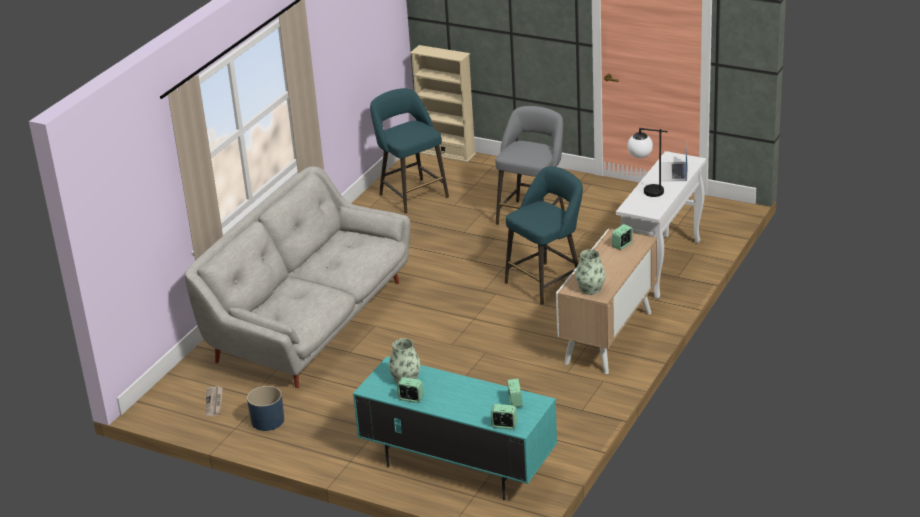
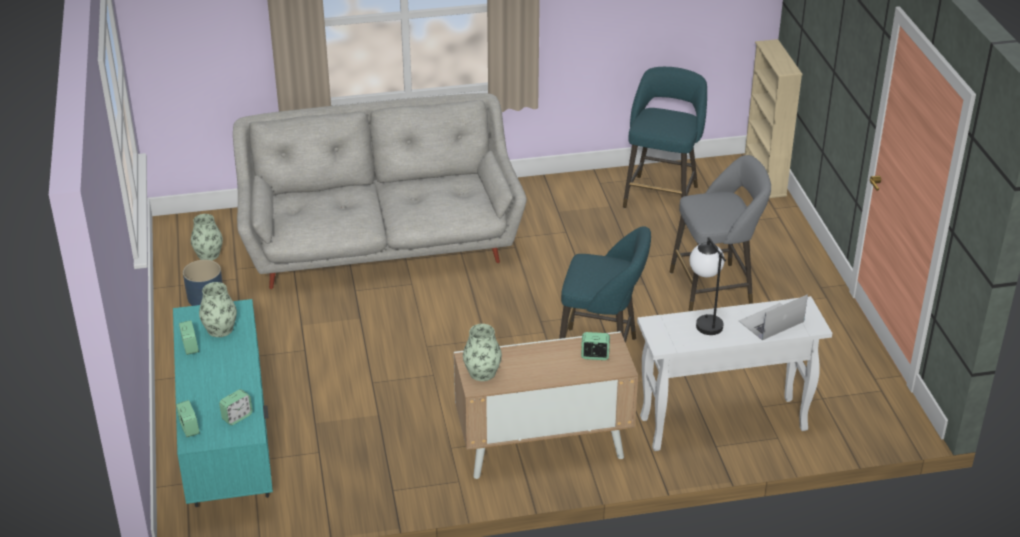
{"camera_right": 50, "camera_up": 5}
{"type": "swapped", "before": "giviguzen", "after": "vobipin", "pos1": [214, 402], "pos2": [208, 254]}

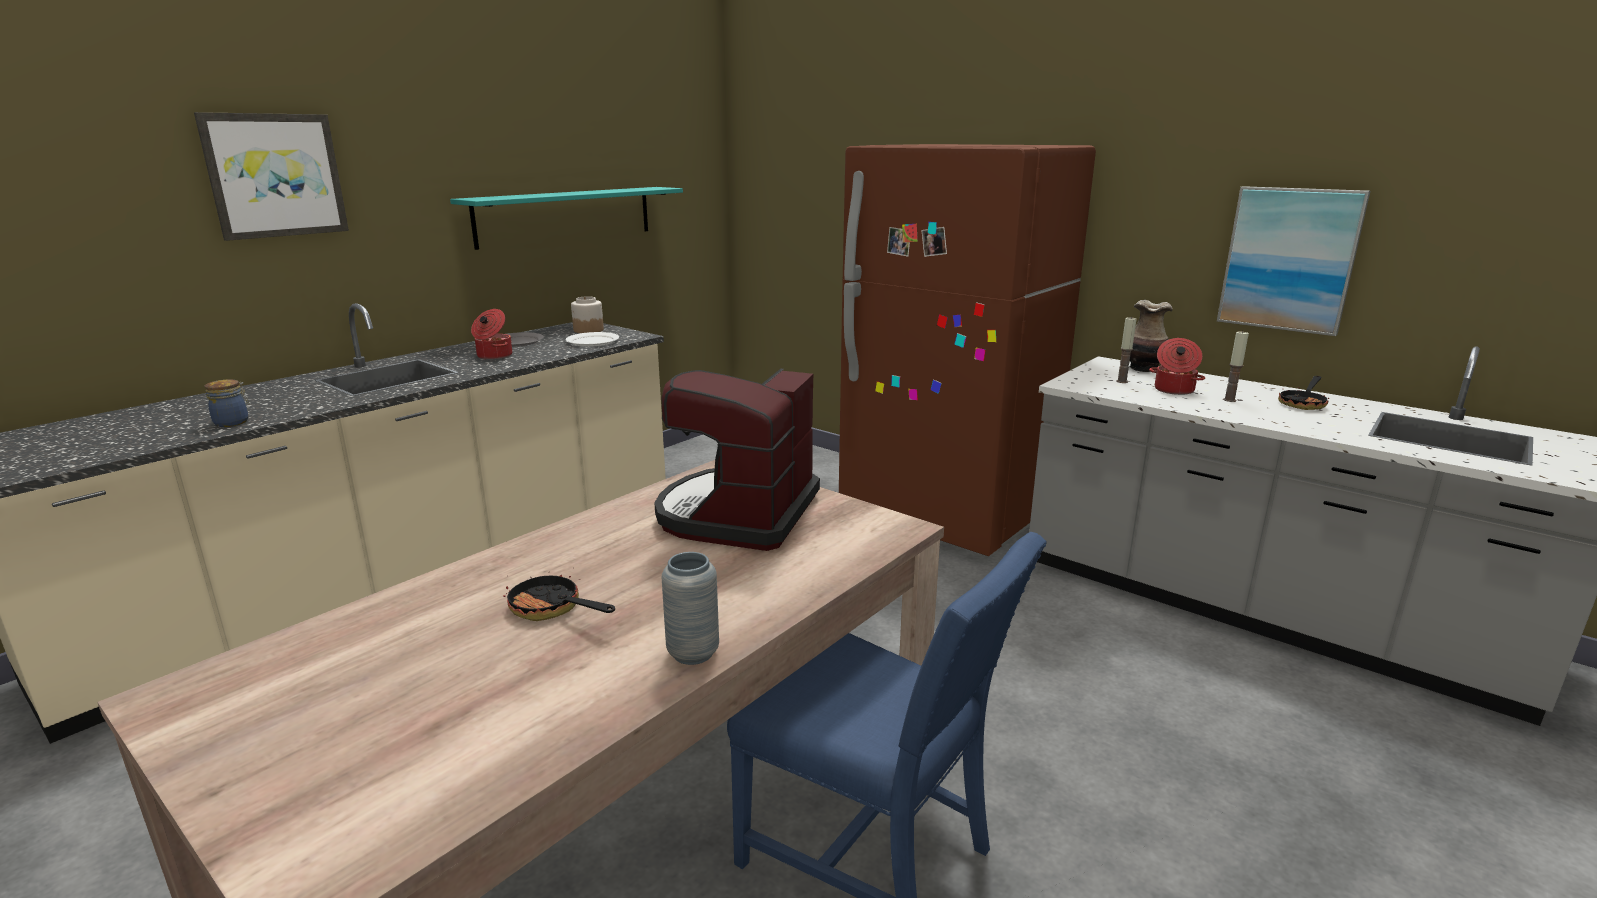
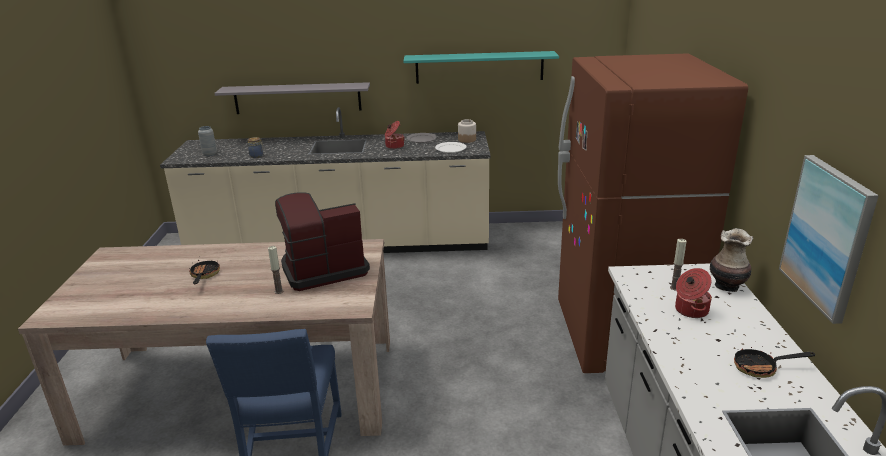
{"camera_right": 50, "camera_up": 5}
{"type": "gone", "before": "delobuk", "pos1": [275, 175]}
{"type": "shifted", "before": "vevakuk", "pos1": [1229, 400], "pos2": [279, 291]}
{"type": "shifted", "before": "grey_vobipin", "pos1": [693, 653], "pos2": [210, 154]}
{"type": "new", "after": "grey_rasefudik", "pos2": [297, 98]}

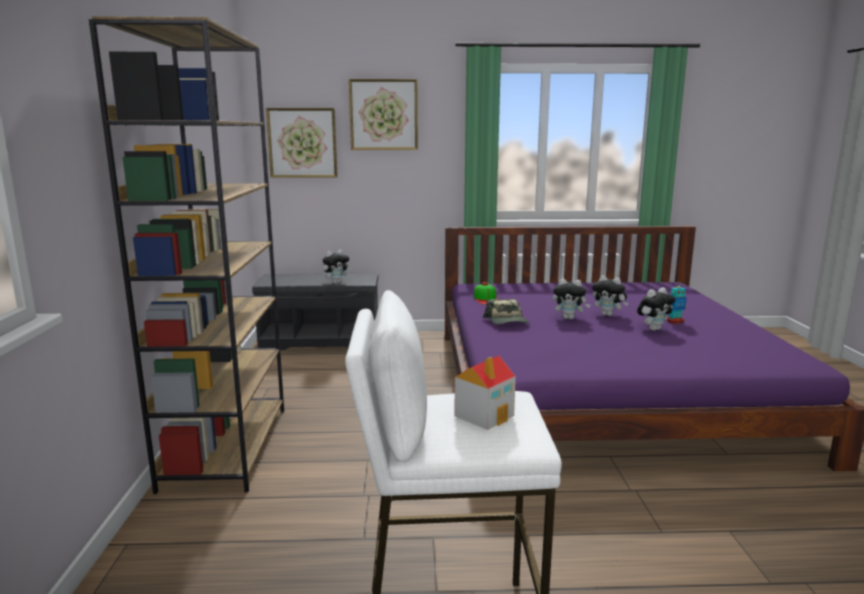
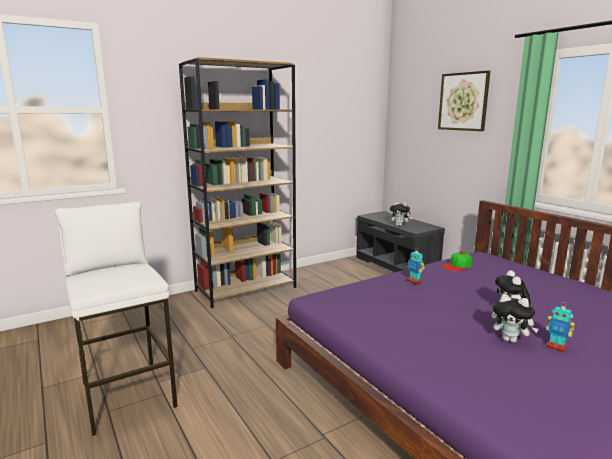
{"camera_right": 60, "camera_up": 0}
{"type": "gone", "before": "delobuk", "pos1": [302, 143]}
{"type": "gone", "before": "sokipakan", "pos1": [569, 318]}
{"type": "swapped", "before": "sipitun", "after": "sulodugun", "pos1": [507, 321], "pos2": [414, 281]}
{"type": "gone", "before": "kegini", "pos1": [484, 415]}

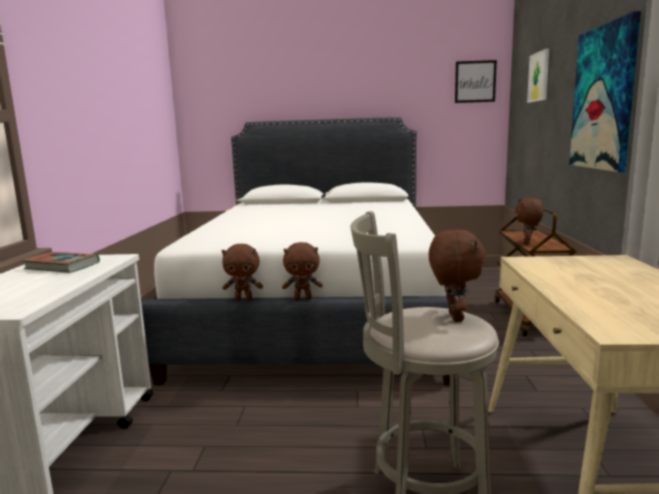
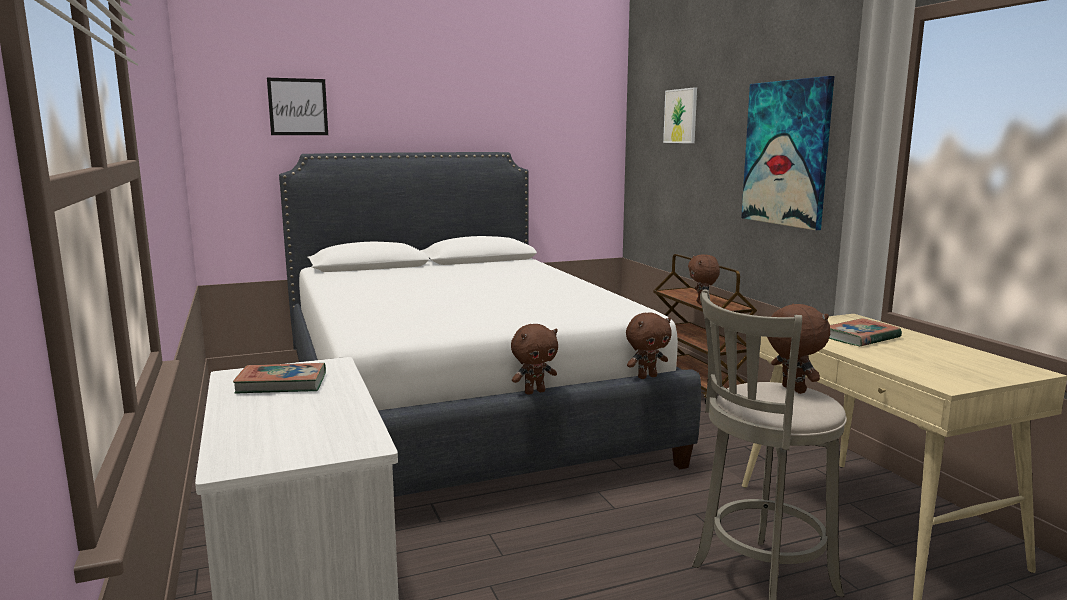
{"camera_right": -25, "camera_up": 0}
{"type": "shifted", "before": "delobuk", "pos1": [475, 81], "pos2": [298, 107]}
{"type": "shifted", "before": "brown_sokipakan", "pos1": [244, 299], "pos2": [647, 377]}
{"type": "new", "after": "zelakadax", "pos2": [860, 337]}

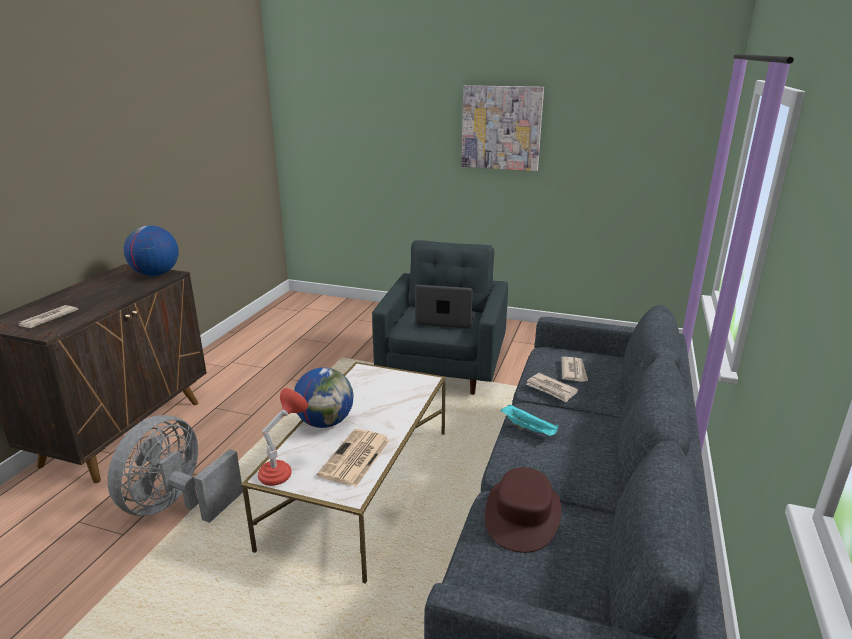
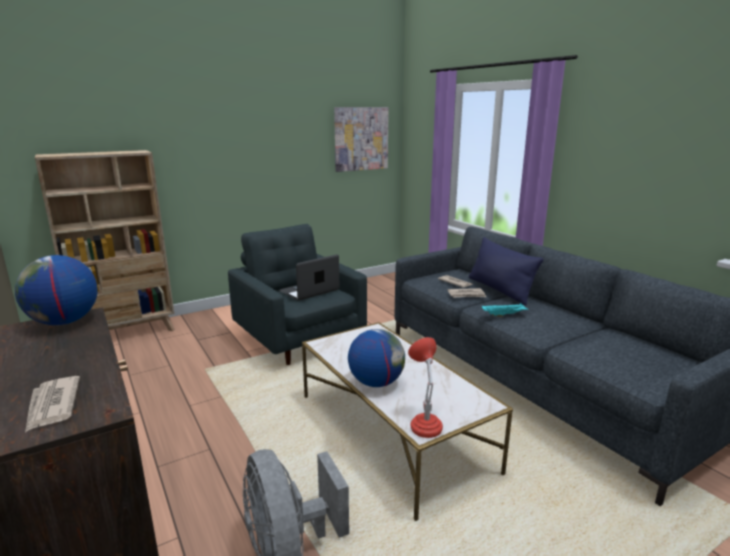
{"camera_right": -50, "camera_up": -5}
{"type": "shifted", "before": "delobuk", "pos1": [501, 128], "pos2": [361, 139]}
{"type": "gone", "before": "giviguzen", "pos1": [355, 458]}
{"type": "gone", "before": "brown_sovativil", "pos1": [523, 515]}
{"type": "new", "after": "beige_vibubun", "pos2": [127, 333]}
{"type": "new", "after": "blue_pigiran", "pos2": [499, 290]}

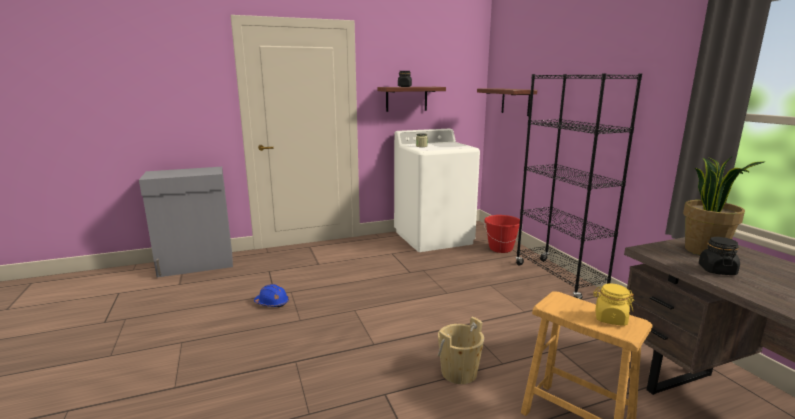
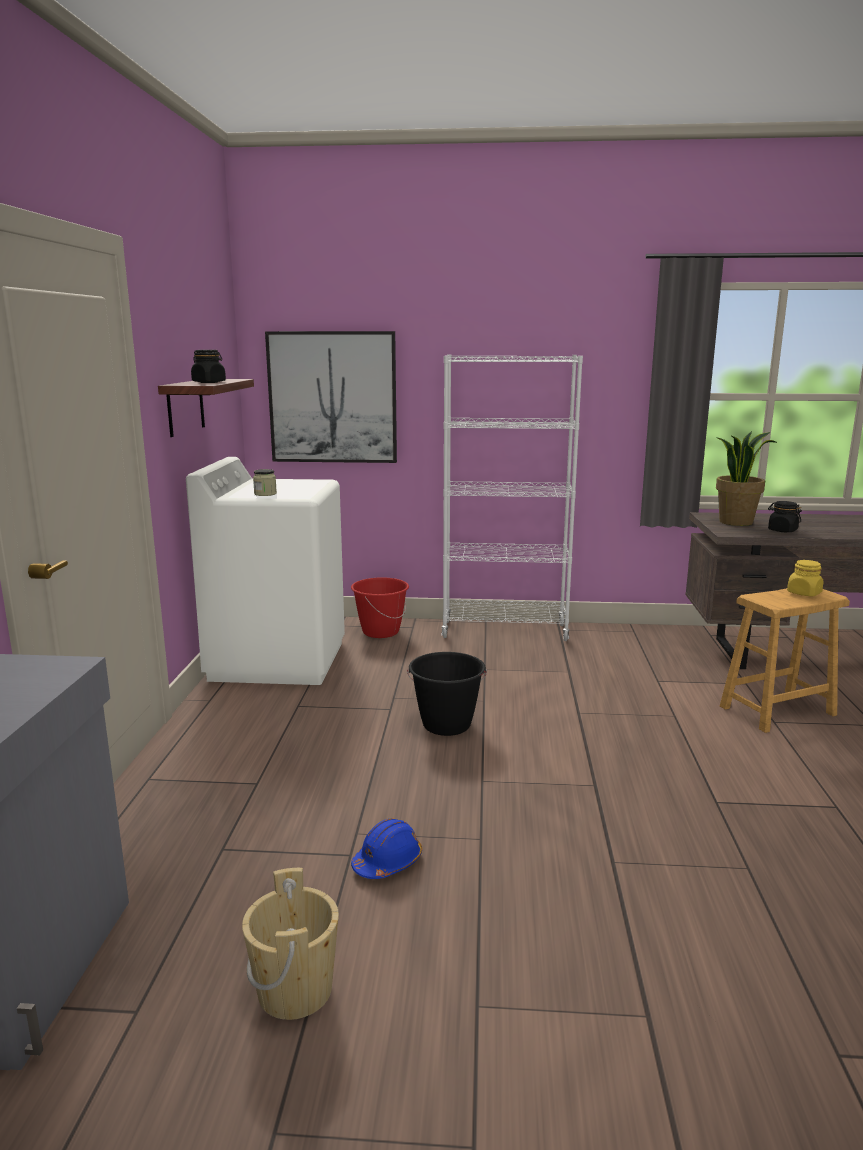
{"camera_right": -65, "camera_up": 0}
{"type": "repainted", "before": "black_vibubun", "after": "white_vibubun", "pos1": [559, 279], "pos2": [504, 631]}
{"type": "swapped", "before": "rasefudik", "after": "delobuk", "pos1": [515, 101], "pos2": [332, 397]}
{"type": "shifted", "before": "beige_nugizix", "pos1": [459, 372], "pos2": [295, 990]}
{"type": "new", "after": "black_nugizix", "pos2": [446, 725]}

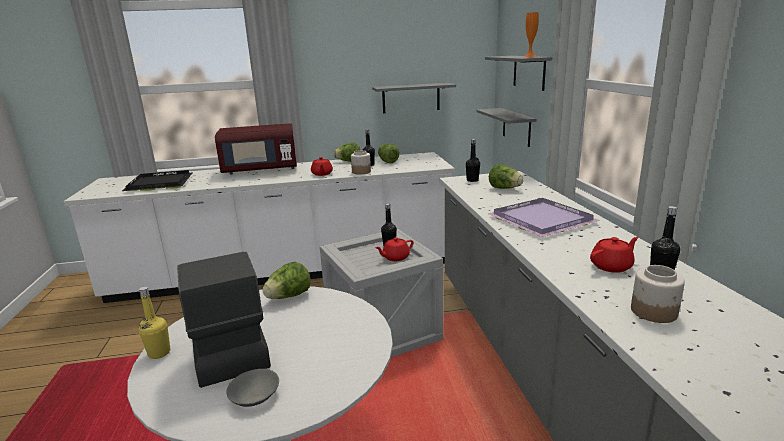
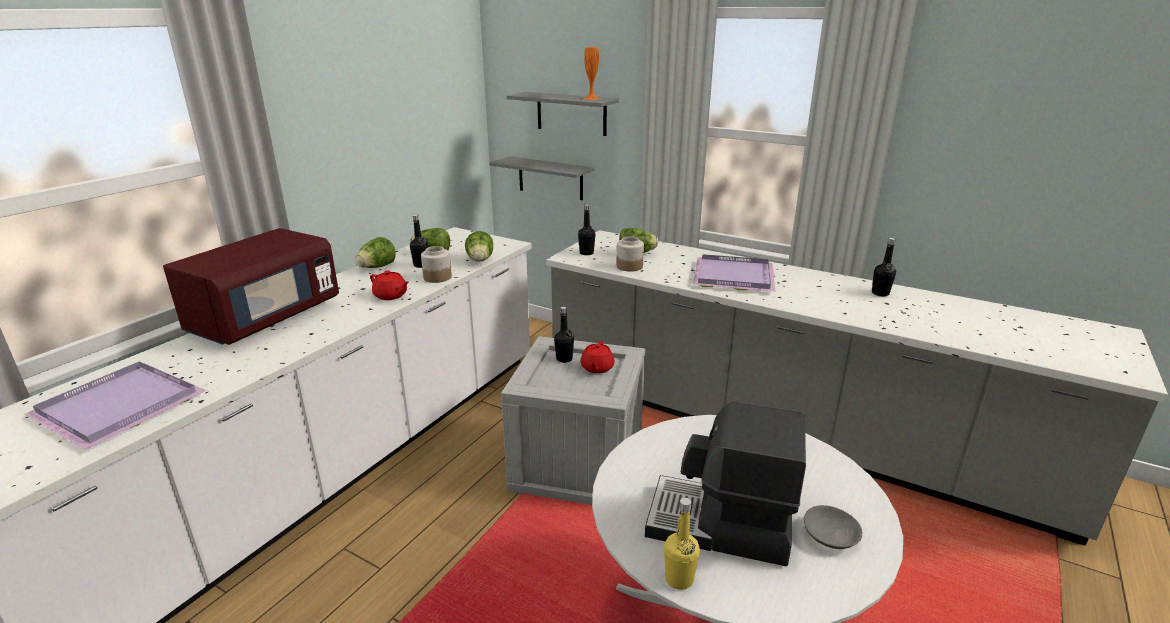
{"camera_right": -50, "camera_up": 5}
{"type": "gone", "before": "grey_rasefudik", "pos1": [411, 98]}
{"type": "repainted", "before": "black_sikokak", "after": "purple_sikokak", "pos1": [160, 184], "pos2": [123, 406]}
{"type": "gone", "before": "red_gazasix", "pos1": [612, 266]}
{"type": "shifted", "before": "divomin", "pos1": [289, 296], "pos2": [480, 261]}
{"type": "shifted", "before": "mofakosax", "pos1": [654, 312], "pos2": [630, 266]}

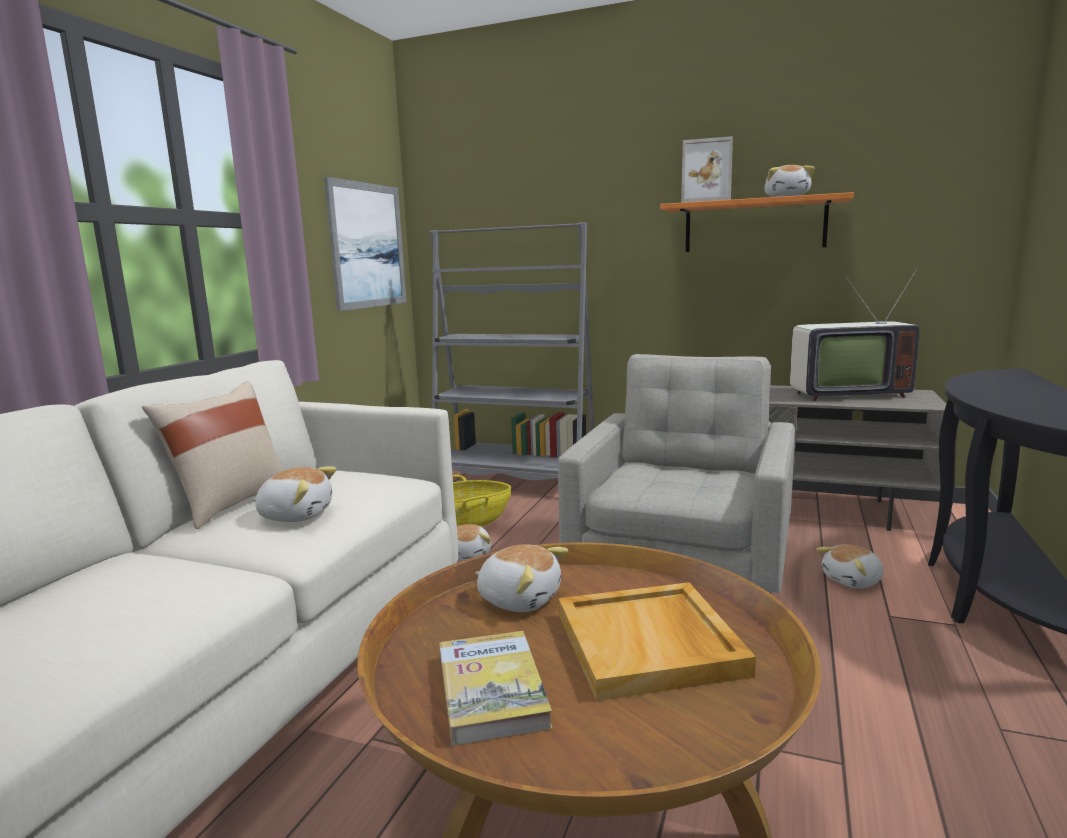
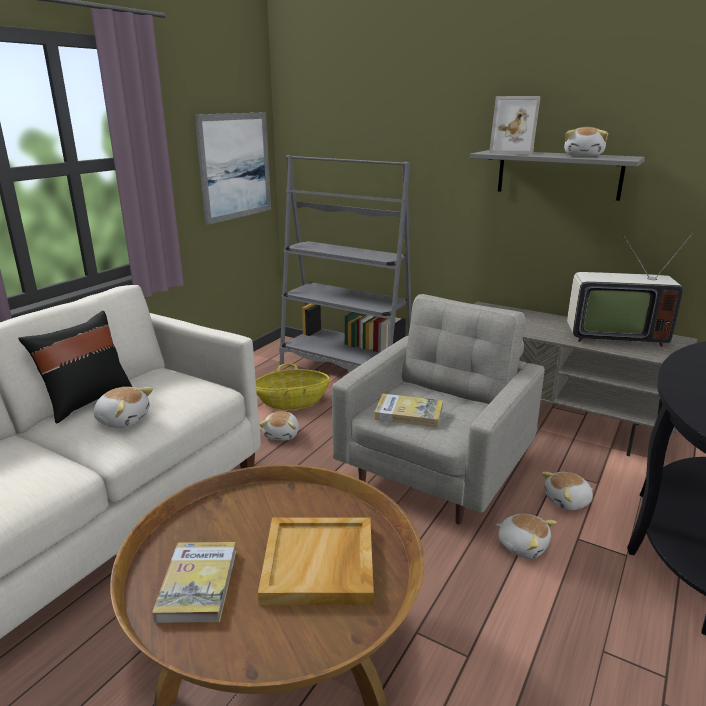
{"camera_right": 10, "camera_up": 10}
{"type": "repainted", "before": "orange_rasefudik", "after": "grey_rasefudik", "pos1": [754, 226], "pos2": [558, 174]}
{"type": "repainted", "before": "beige_pigiran", "after": "black_pigiran", "pos1": [230, 504], "pos2": [87, 401]}
{"type": "shifted", "before": "sokipakan", "pos1": [519, 598], "pos2": [522, 545]}
{"type": "new", "after": "zelakadax", "pos2": [408, 413]}

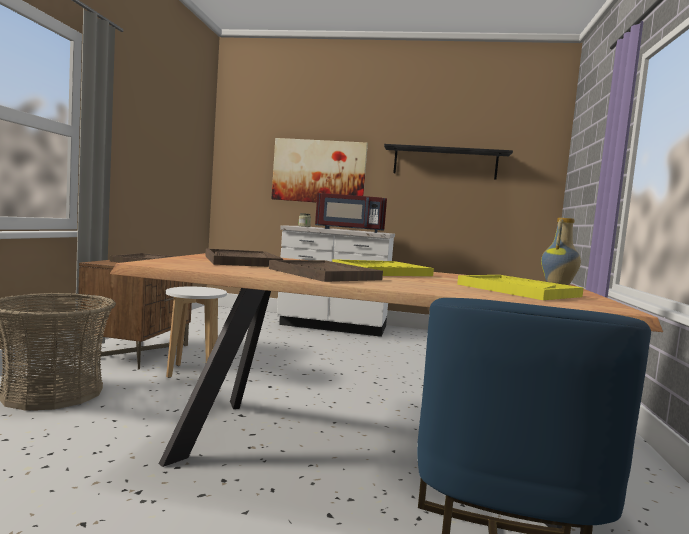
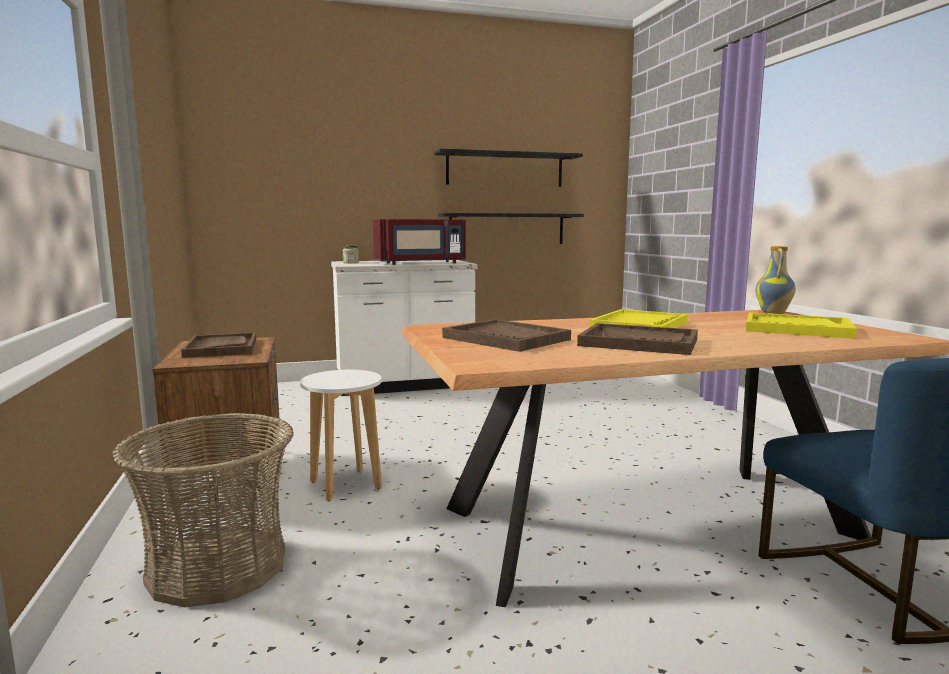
{"camera_right": -25, "camera_up": 5}
{"type": "gone", "before": "delobuk", "pos1": [319, 171]}
{"type": "new", "after": "black_rasefudik", "pos2": [507, 229]}

